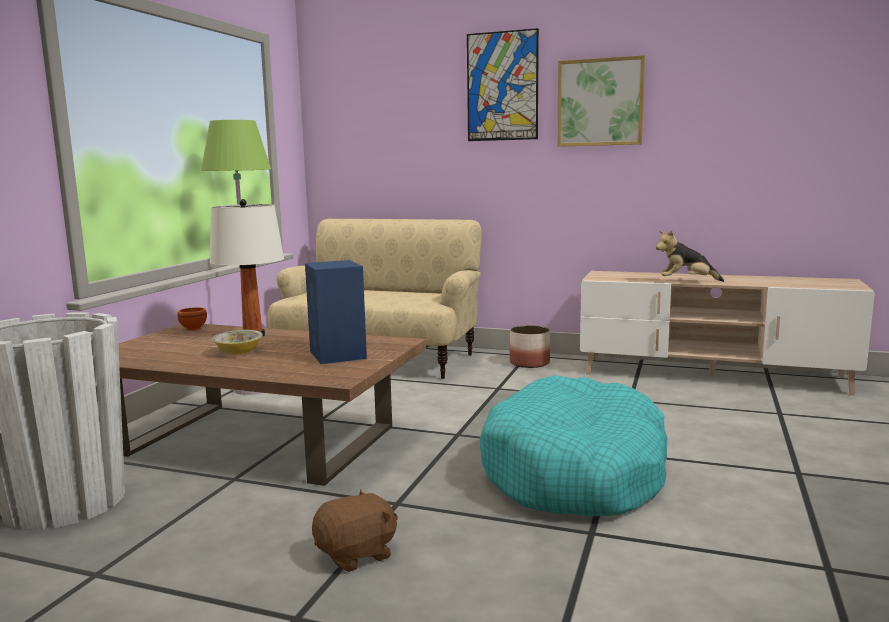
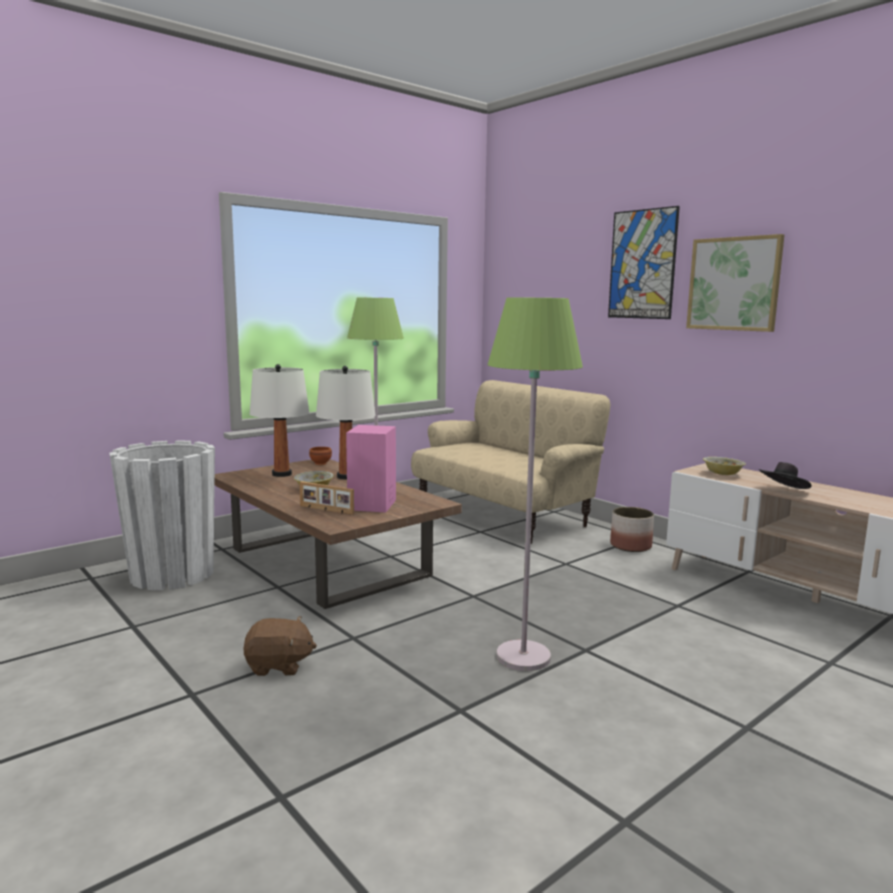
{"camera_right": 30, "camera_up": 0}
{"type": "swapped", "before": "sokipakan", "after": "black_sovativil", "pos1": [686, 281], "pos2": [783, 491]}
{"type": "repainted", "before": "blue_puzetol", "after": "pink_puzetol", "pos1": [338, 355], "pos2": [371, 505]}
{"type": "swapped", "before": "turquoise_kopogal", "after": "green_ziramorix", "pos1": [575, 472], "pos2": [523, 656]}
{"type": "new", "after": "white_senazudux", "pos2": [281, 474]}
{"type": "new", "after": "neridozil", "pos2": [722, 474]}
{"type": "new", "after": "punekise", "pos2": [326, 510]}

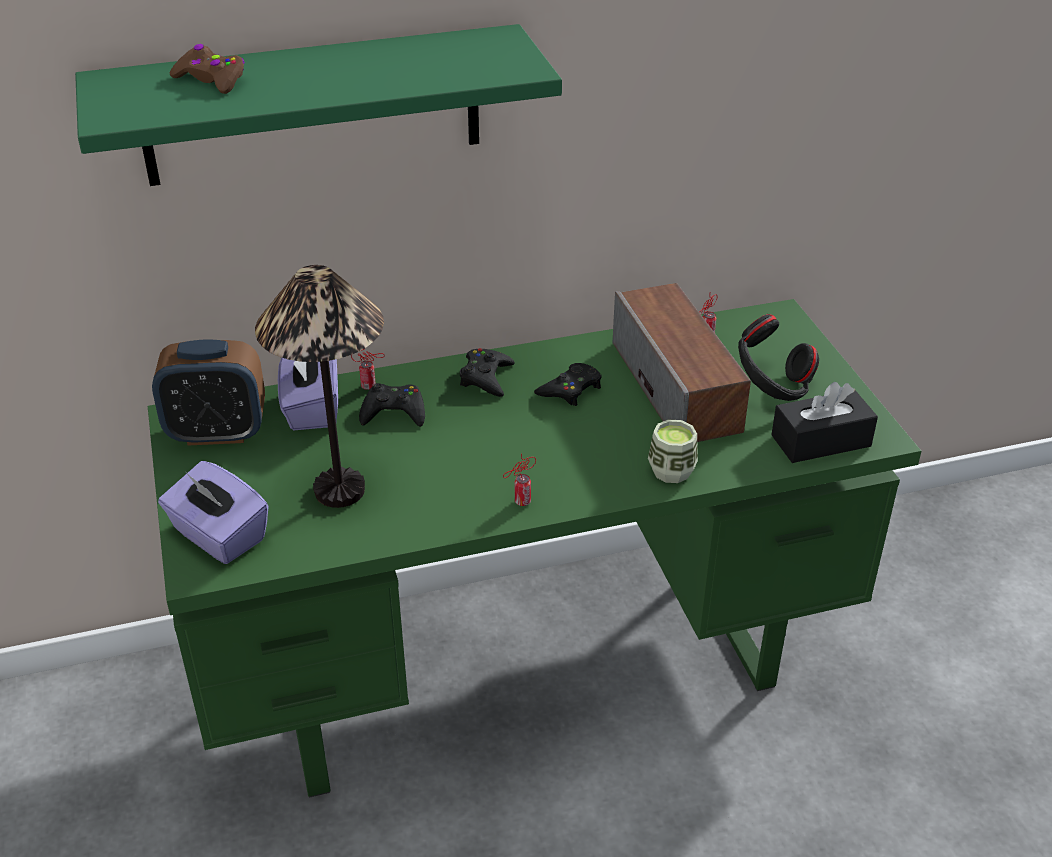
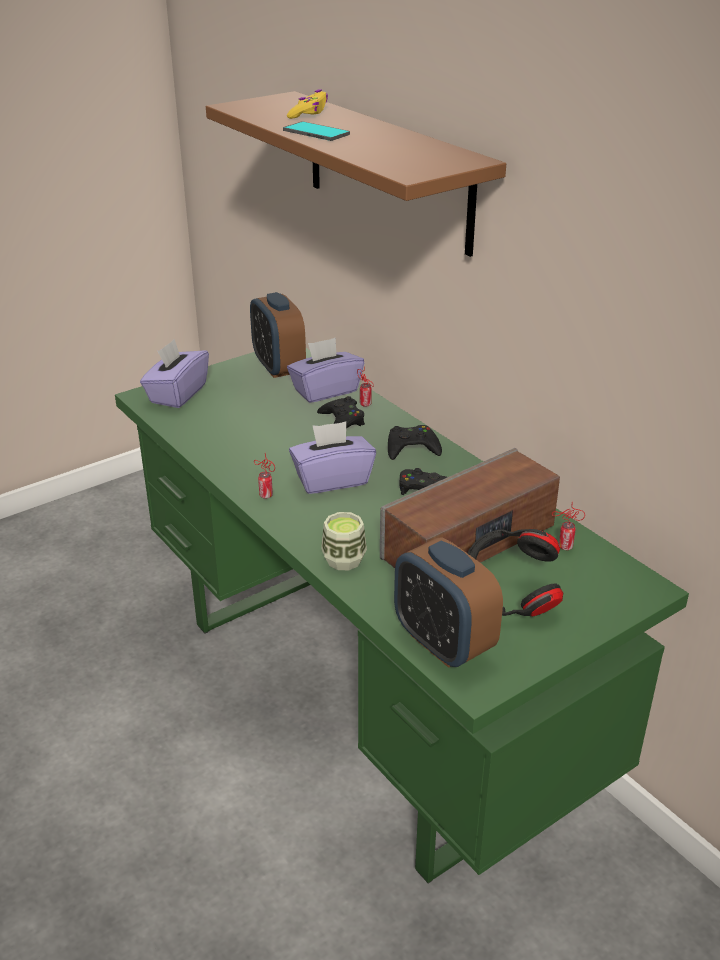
{"camera_right": 70, "camera_up": -5}
{"type": "repainted", "before": "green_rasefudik", "after": "brown_rasefudik", "pos1": [312, 106], "pos2": [388, 171]}
{"type": "repainted", "before": "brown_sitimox", "after": "yellow_sitimox", "pos1": [211, 79], "pos2": [308, 113]}
{"type": "gone", "before": "senazudux", "pos1": [339, 490]}
{"type": "swapped", "before": "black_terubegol", "after": "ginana", "pos1": [821, 441], "pos2": [443, 643]}
{"type": "new", "after": "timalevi", "pos2": [316, 132]}
{"type": "new", "after": "purple_terubegol", "pos2": [332, 479]}

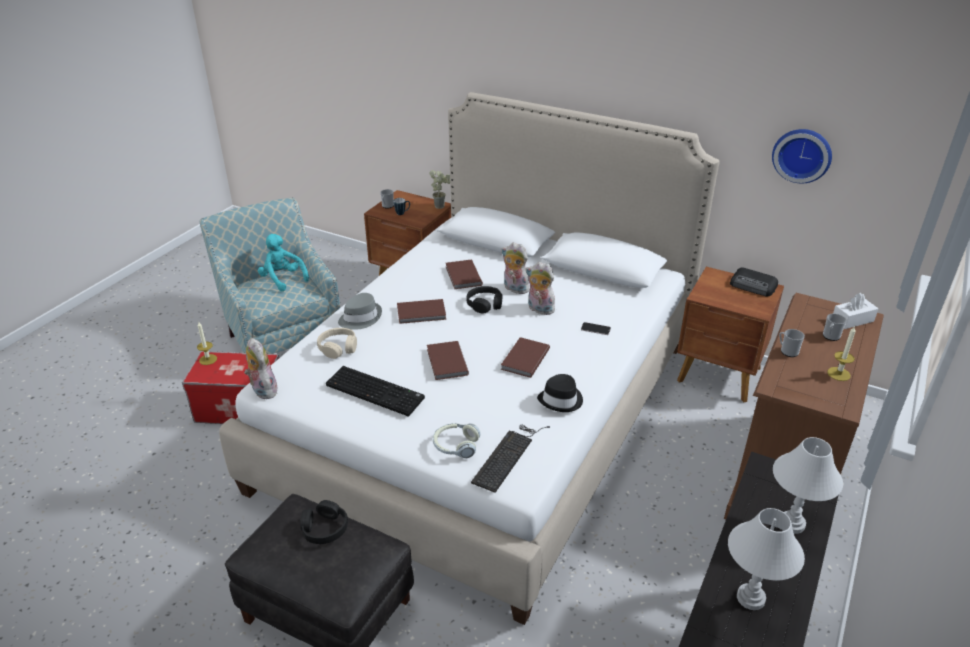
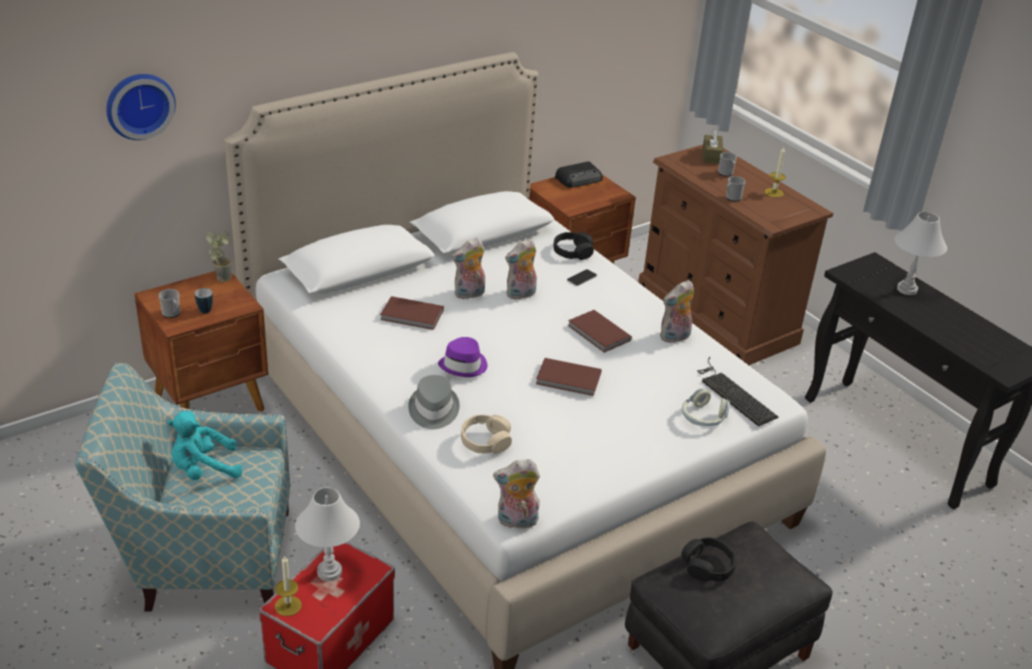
{"camera_right": -65, "camera_up": 0}
{"type": "shifted", "before": "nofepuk", "pos1": [802, 154], "pos2": [139, 104]}
{"type": "shifted", "before": "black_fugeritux", "pos1": [485, 304], "pos2": [572, 252]}
{"type": "repainted", "before": "white_terubegol", "after": "brown_terubegol", "pos1": [852, 320], "pos2": [711, 155]}
{"type": "swapped", "before": "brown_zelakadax", "after": "purple_sovativil", "pos1": [422, 313], "pos2": [464, 365]}
{"type": "gone", "before": "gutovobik", "pos1": [376, 391]}
{"type": "swapped", "before": "black_sovativil", "after": "sokipakan", "pos1": [561, 400], "pos2": [675, 337]}
{"type": "shifted", "before": "white_senazudux", "pos1": [750, 597], "pos2": [329, 572]}

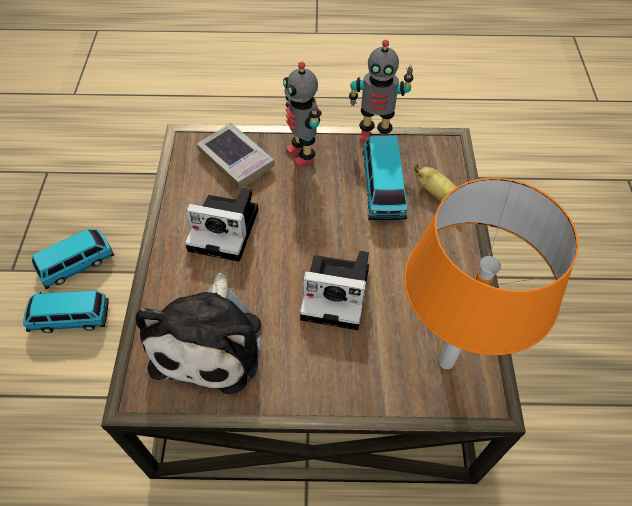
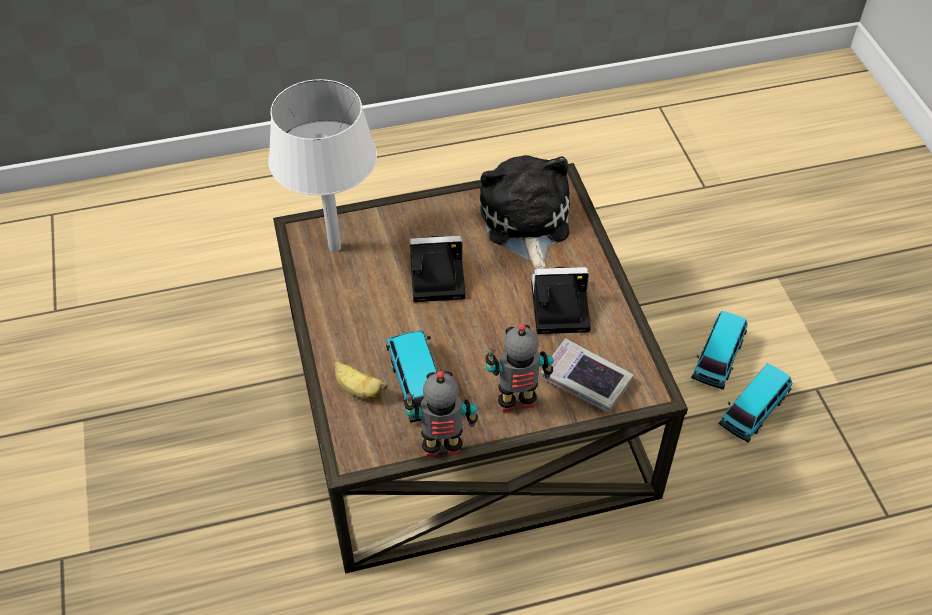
{"camera_right": 165, "camera_up": -5}
{"type": "rotated", "before": "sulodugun", "pos1": [302, 155], "pos2": [516, 404], "turn": -60}
{"type": "repainted", "before": "orange_senazudux", "after": "white_senazudux", "pos1": [445, 362], "pos2": [335, 247]}
{"type": "rotated", "before": "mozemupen", "pos1": [70, 318], "pos2": [718, 358], "turn": 135}

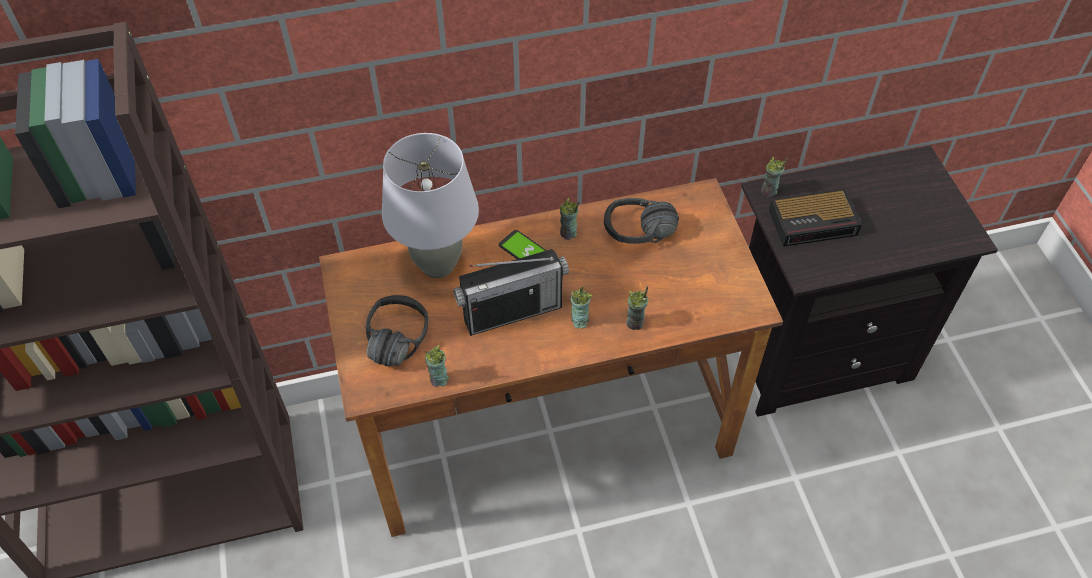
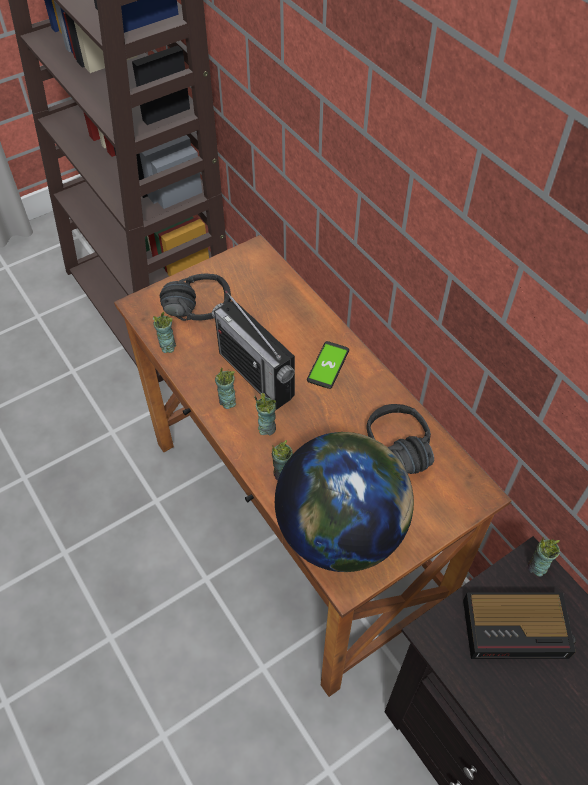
{"camera_right": 70, "camera_up": 0}
{"type": "gone", "before": "grey_senazudux", "pos1": [438, 265]}
{"type": "rotated", "before": "ginana", "pos1": [815, 222], "pos2": [517, 628], "turn": -60}
{"type": "shifted", "before": "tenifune", "pos1": [568, 233], "pos2": [227, 402]}
{"type": "new", "after": "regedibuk", "pos2": [341, 531]}

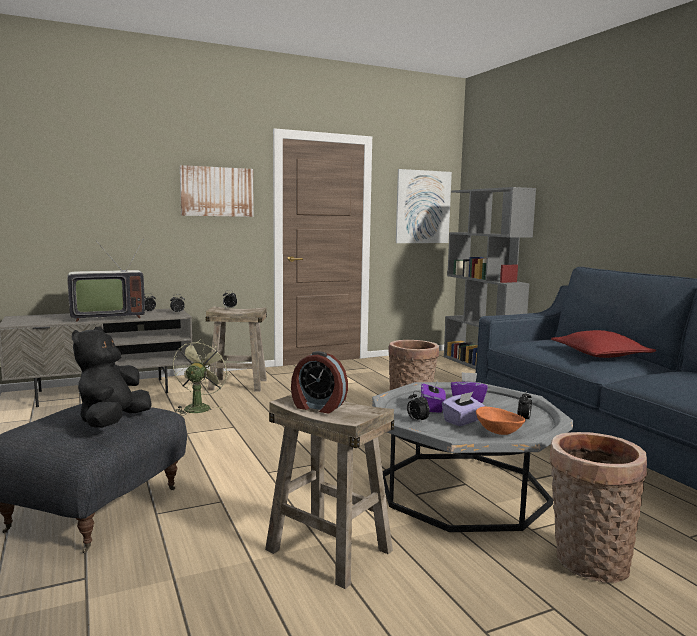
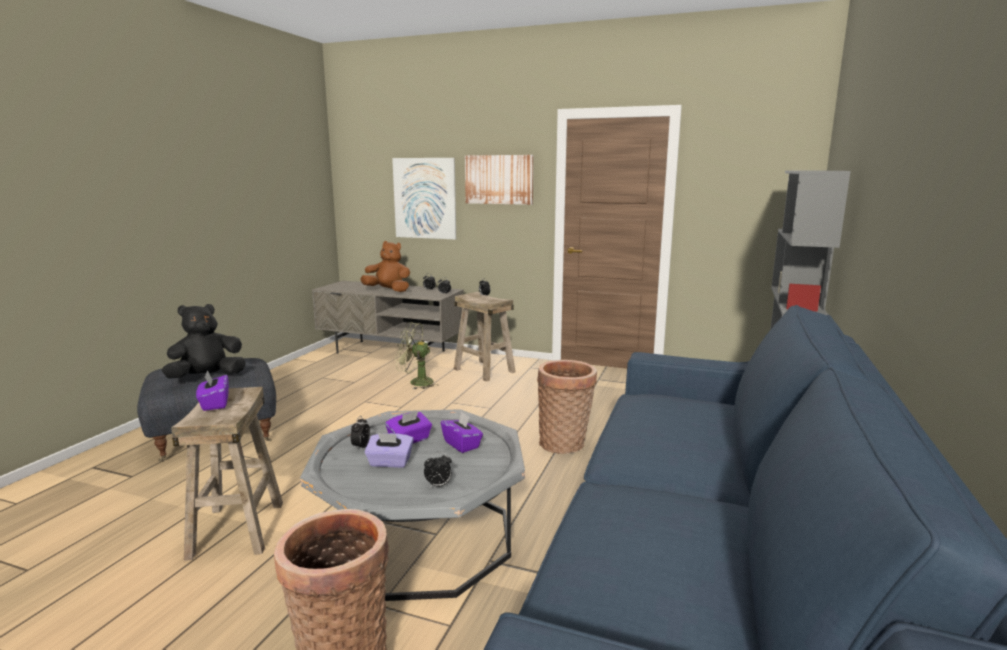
{"camera_right": 45, "camera_up": 5}
{"type": "shifted", "before": "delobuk", "pos1": [423, 207], "pos2": [424, 198]}
{"type": "swapped", "before": "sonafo", "after": "brown_sokipakan", "pos1": [106, 317], "pos2": [388, 290]}
{"type": "gone", "before": "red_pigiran", "pos1": [600, 355]}
{"type": "rotated", "before": "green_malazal", "pos1": [198, 407], "pos2": [416, 382], "turn": -135}
{"type": "swapped", "before": "ginana", "after": "purple_terubegol", "pos1": [318, 407], "pos2": [214, 404]}
{"type": "gone", "before": "orange_neridozil", "pos1": [498, 433]}

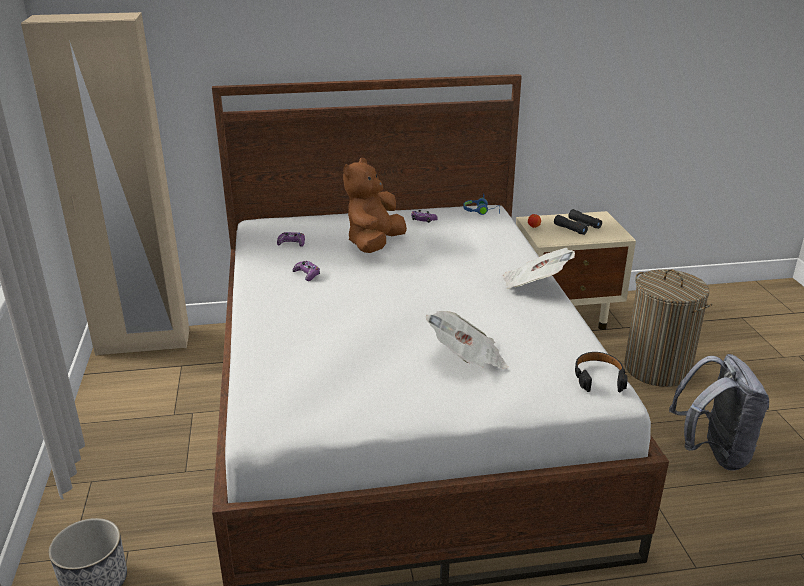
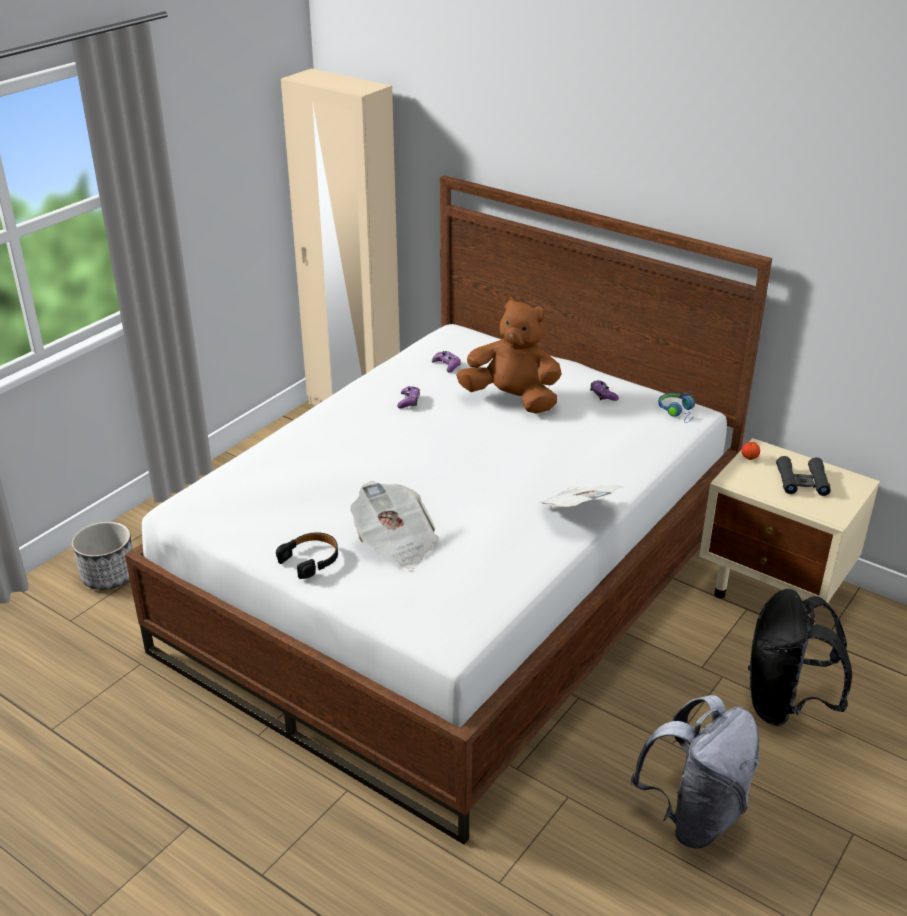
{"camera_right": 45, "camera_up": 5}
{"type": "rotated", "before": "brown_sokipakan", "pos1": [374, 244], "pos2": [512, 399], "turn": 45}
{"type": "swapped", "before": "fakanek", "after": "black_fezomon", "pos1": [657, 368], "pos2": [785, 704]}
{"type": "shifted", "before": "black_fugeritux", "pos1": [598, 377], "pos2": [311, 559]}

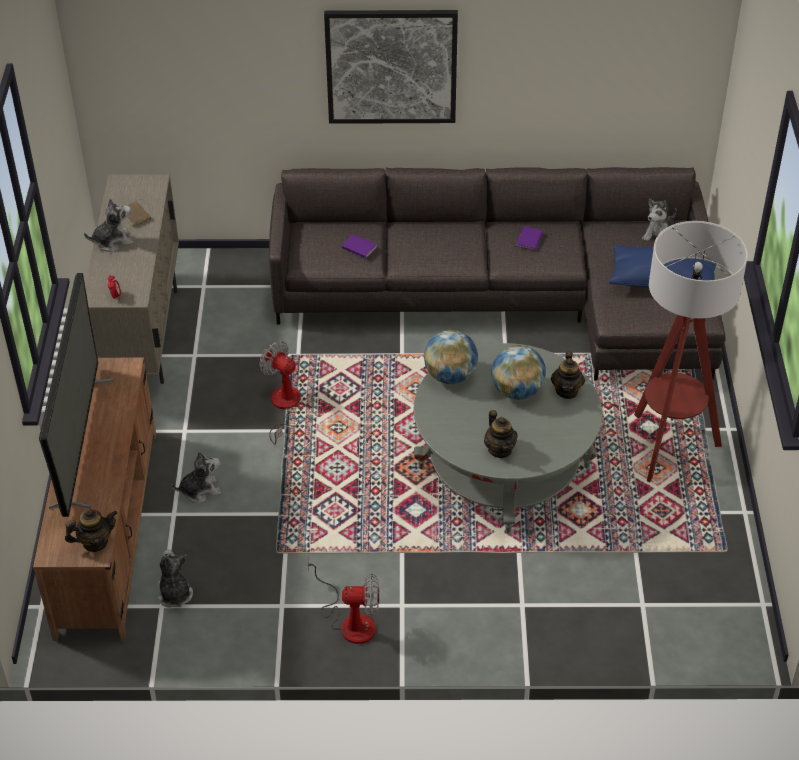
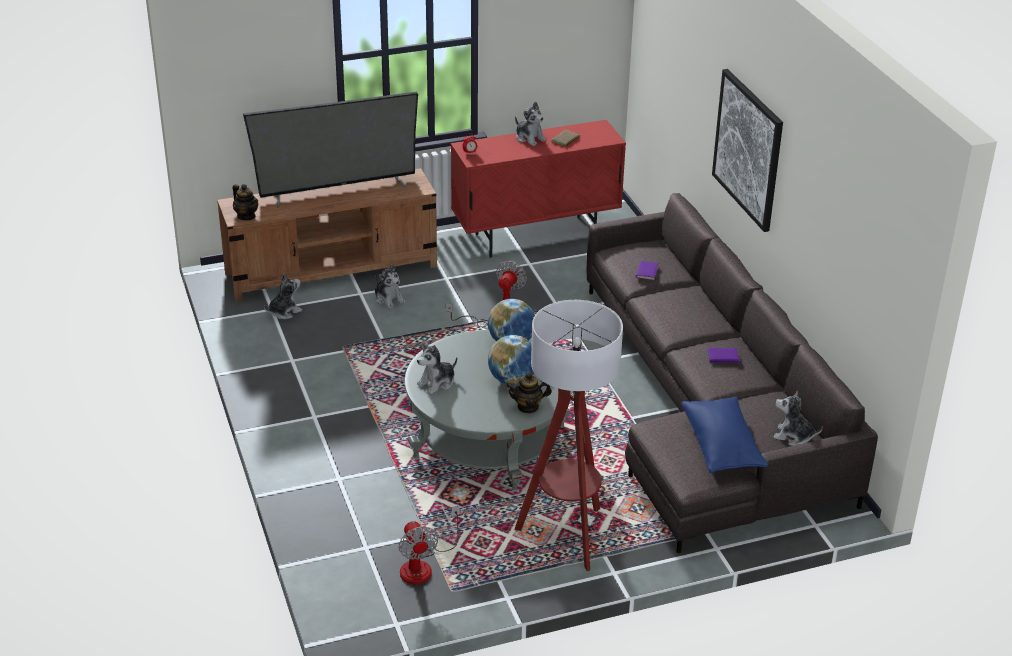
{"camera_right": 70, "camera_up": -10}
{"type": "repainted", "before": "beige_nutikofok", "after": "red_nutikofok", "pos1": [143, 336], "pos2": [536, 237]}
{"type": "swapped", "before": "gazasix", "after": "sokipakan", "pos1": [500, 450], "pos2": [437, 383]}
{"type": "shifted", "before": "malazal", "pos1": [350, 621], "pos2": [423, 565]}

